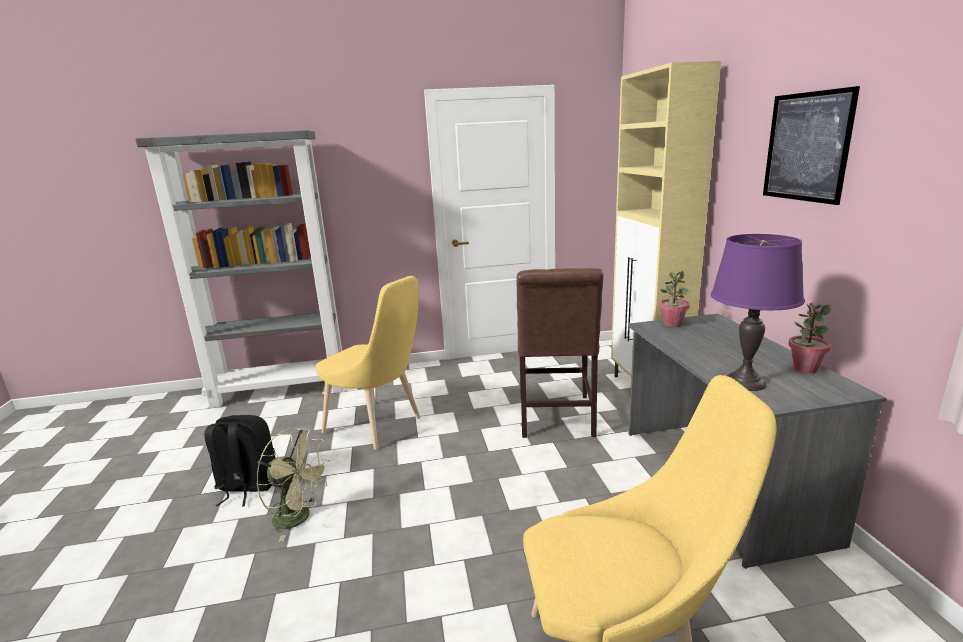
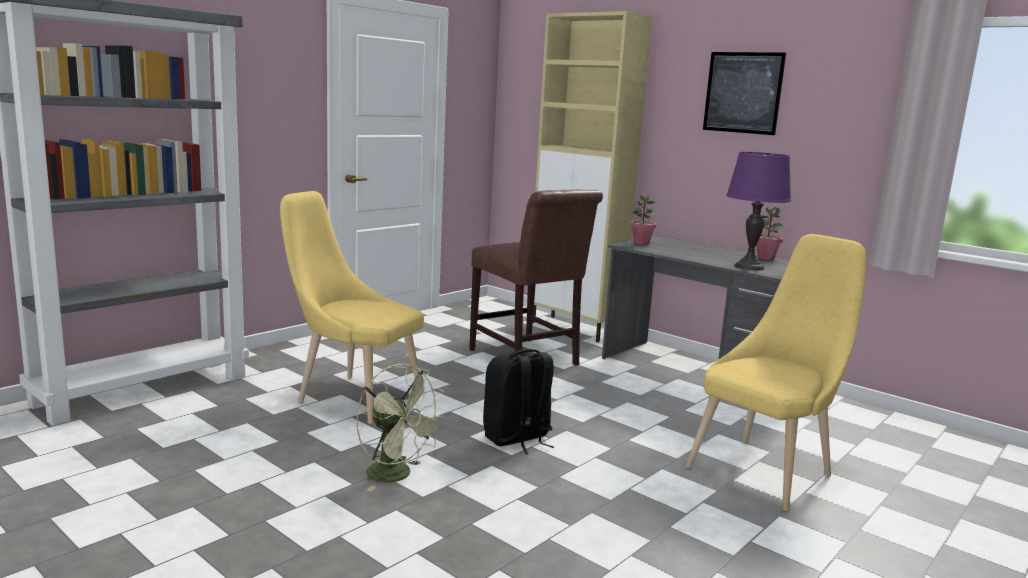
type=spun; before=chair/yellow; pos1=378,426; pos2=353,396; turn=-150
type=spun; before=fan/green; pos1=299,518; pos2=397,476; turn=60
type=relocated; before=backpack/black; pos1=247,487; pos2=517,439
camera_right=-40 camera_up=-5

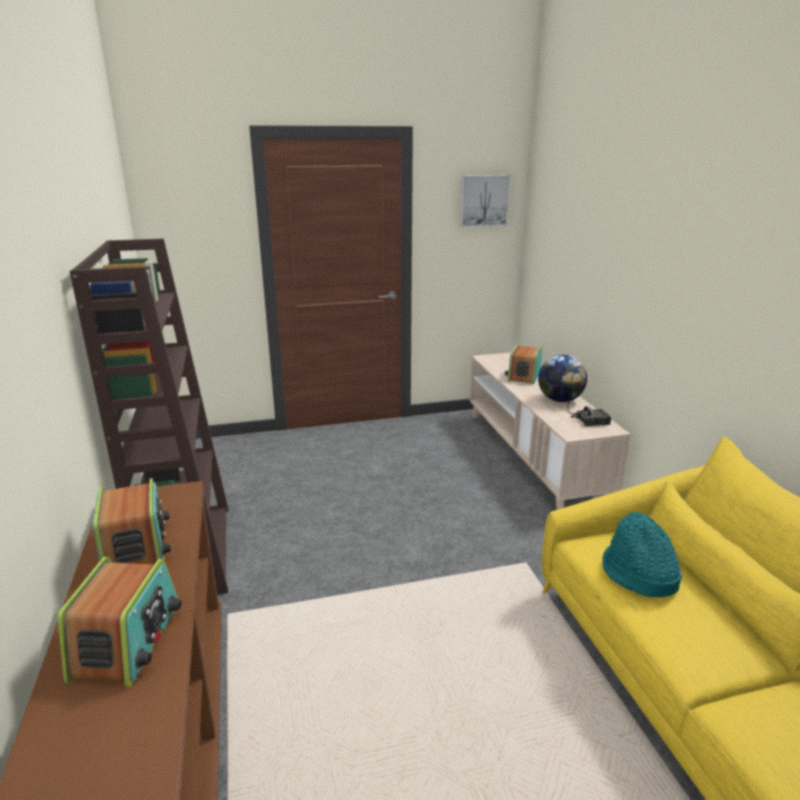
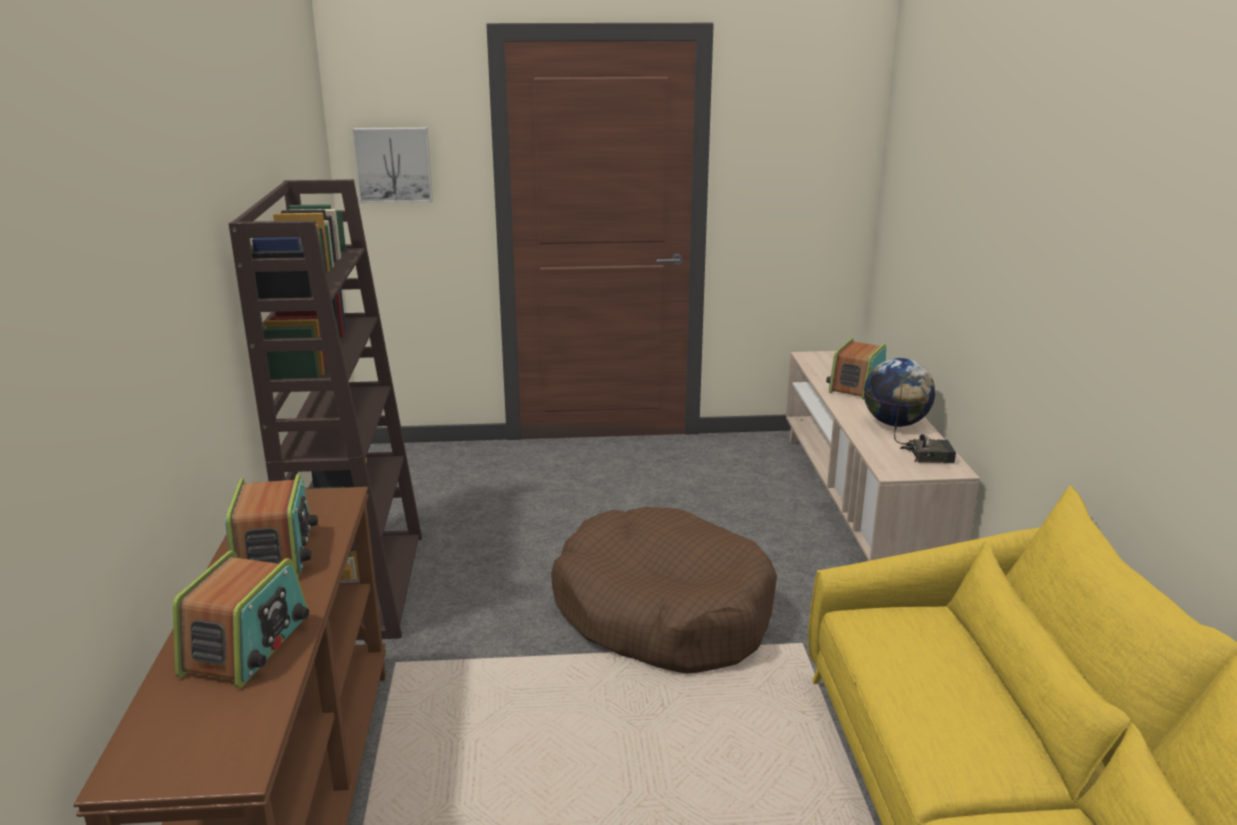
type=relocated; before=picture; pos1=483,200; pos2=393,164
type=appeared; after=dog bed/brown; pos2=662,612
type=missing; before=hat/turquoise; pos1=637,575
camera_right=10 camera_up=0

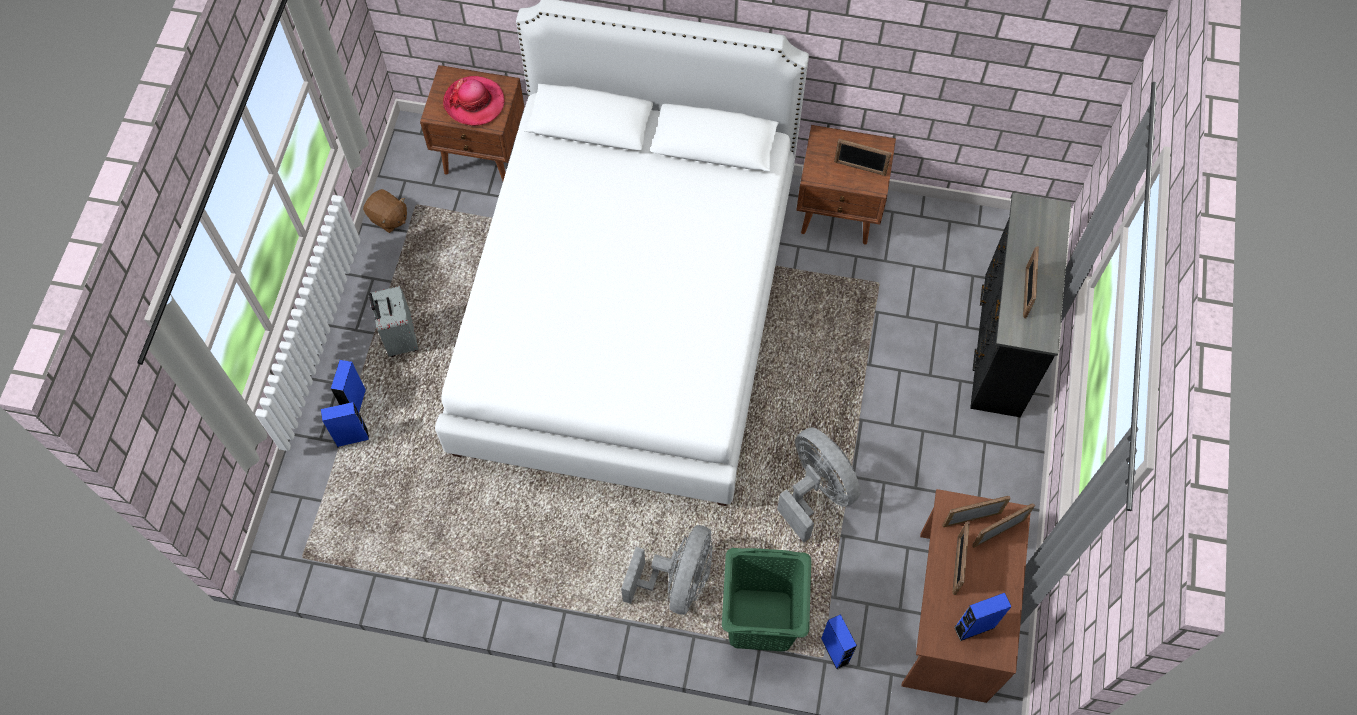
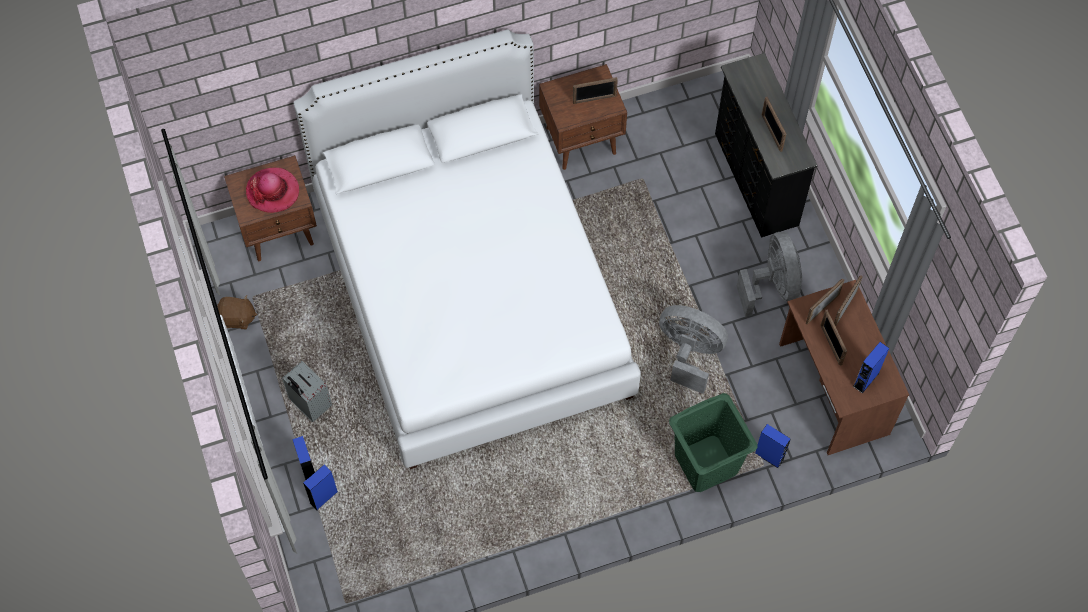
type=relocated; before=fan/grey; pos1=678,582; pos2=772,286
camera_right=-30 camera_up=0

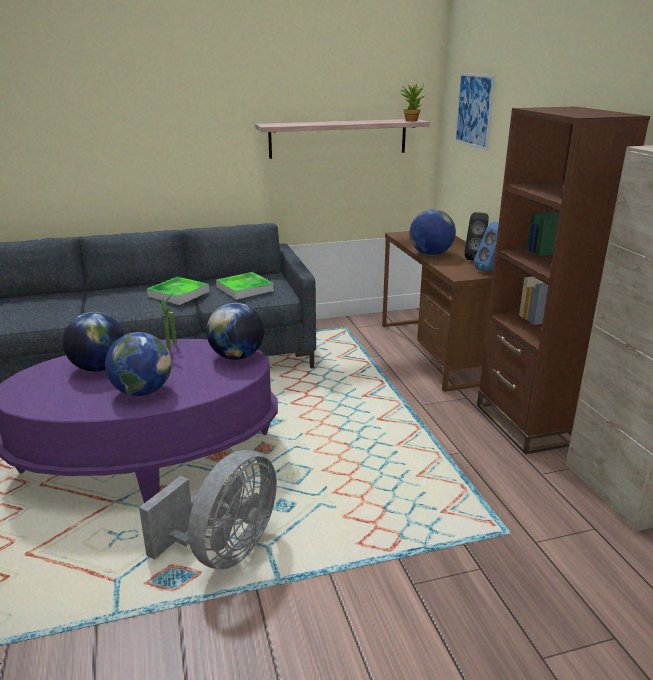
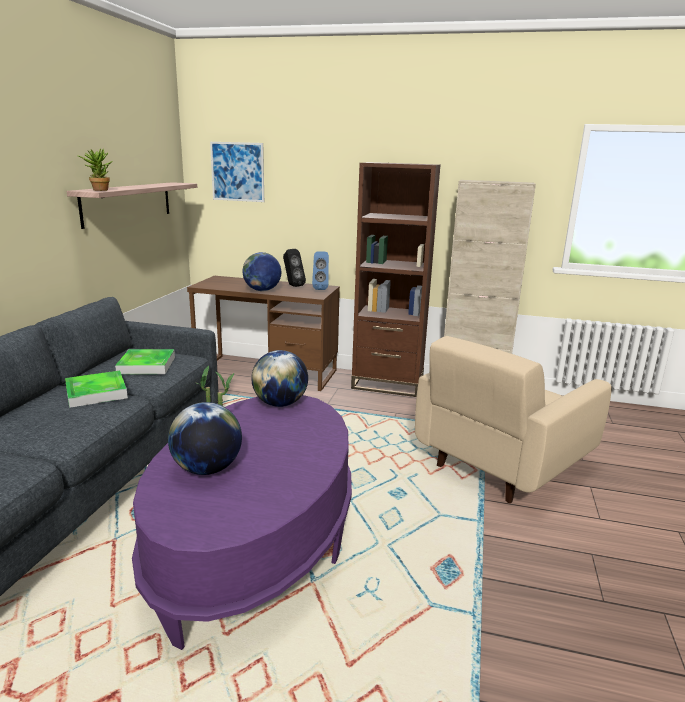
type=relocated; before=potted plant; pos1=411,120; pos2=99,190
type=appeared; after=armchair/beige; pos2=500,464
type=missing; before=globe; pos1=142,391
type=missing; before=fan/grey; pos1=224,551
camera_right=-60 camera_up=-5

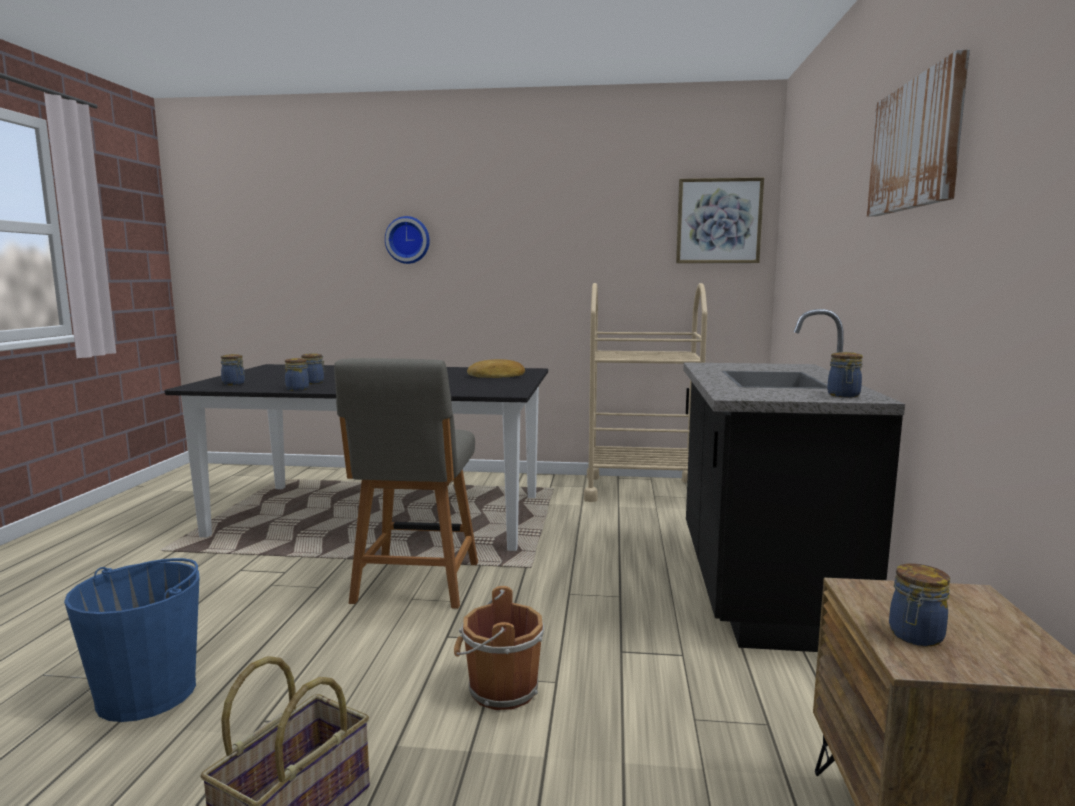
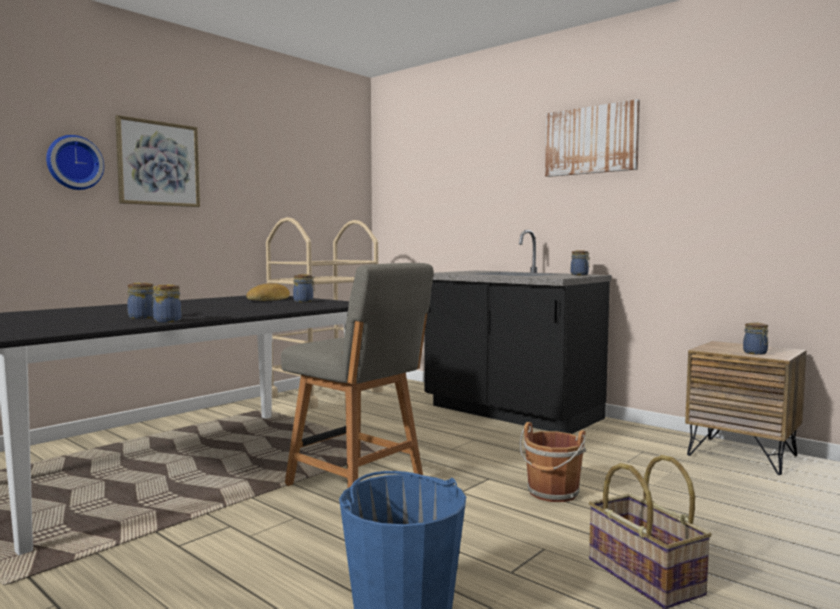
type=relocated; before=picture; pos1=718,221; pos2=158,164
type=relocated; before=jar; pos1=234,384; pos2=304,301
camera_right=-55 camera_up=-5

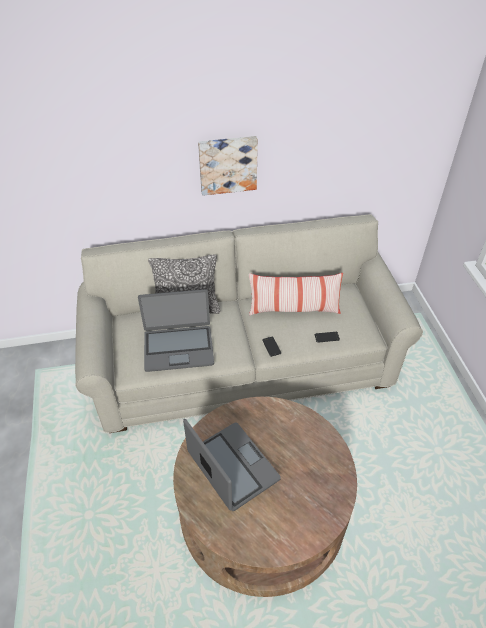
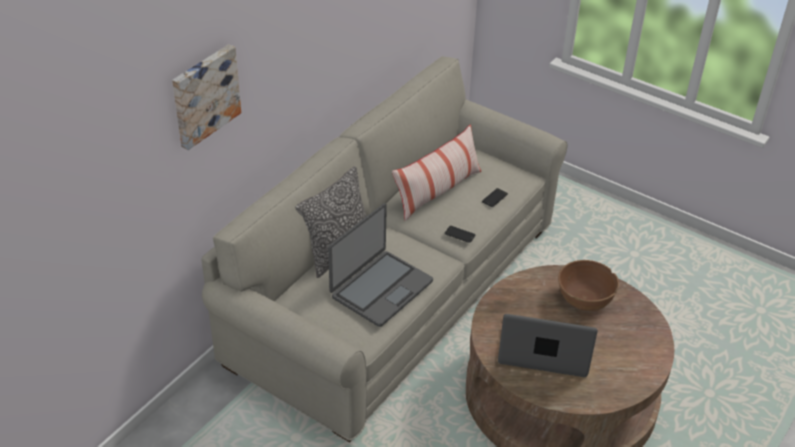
type=relocated; before=picture; pos1=227,164; pos2=204,95
type=appeared; after=bowl/brown; pos2=584,299
camera_right=-45 camera_up=-5

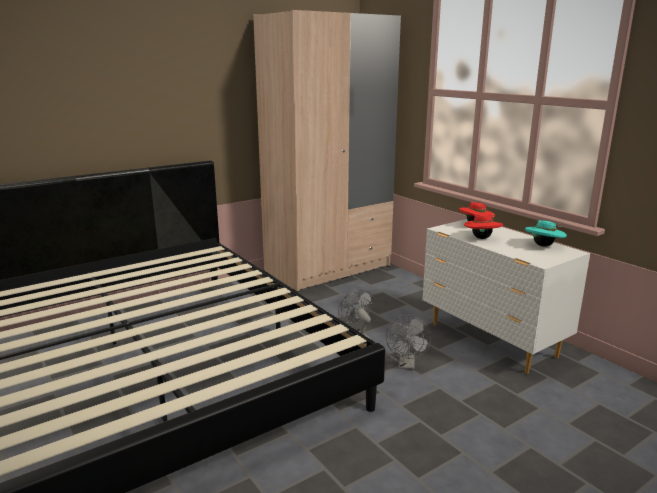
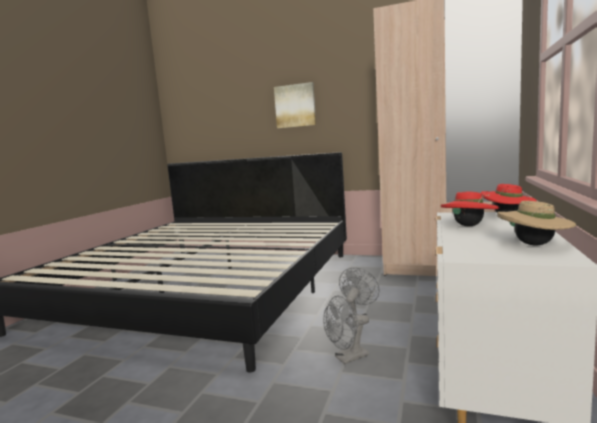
type=appeared; after=picture; pos2=295,106
type=colour; before=hat/turquoise; after=hat/beige; pos1=543,246; pos2=534,245
camera_right=55 camera_up=-10

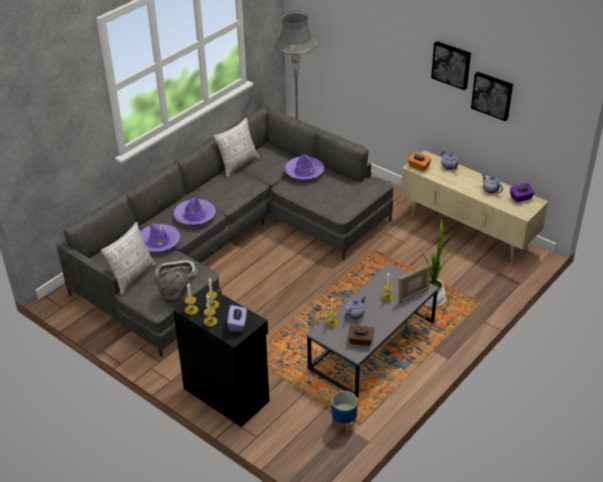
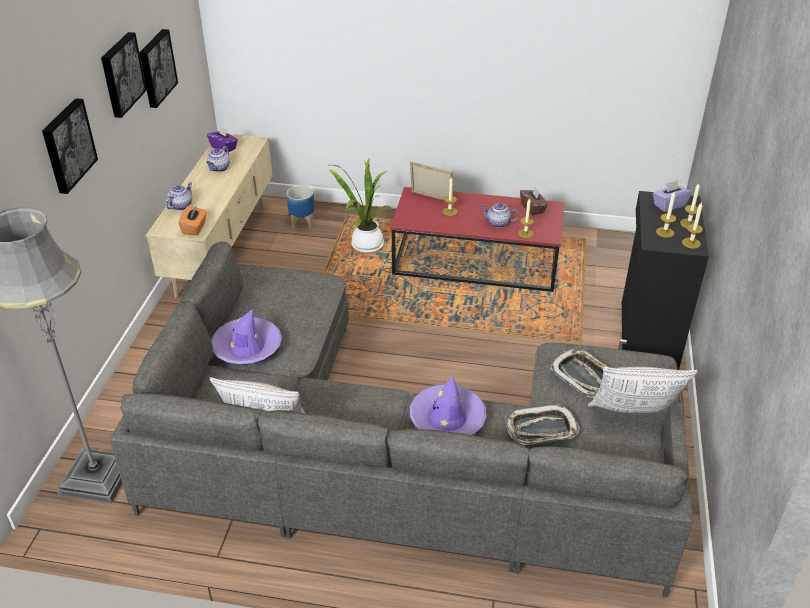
type=appeared; after=picture; pos2=67,145
type=relocated; before=planter; pos1=344,423; pos2=302,222
type=colour; before=coffee table/grey; after=coffee table/red; pos1=372,345; pos2=476,262
type=exchanged; before=hat/purple; after=tray; pos1=158,242; pos2=541,429
type=missing; before=hat/grey; pos1=175,296
camera_right=-120 camera_up=0

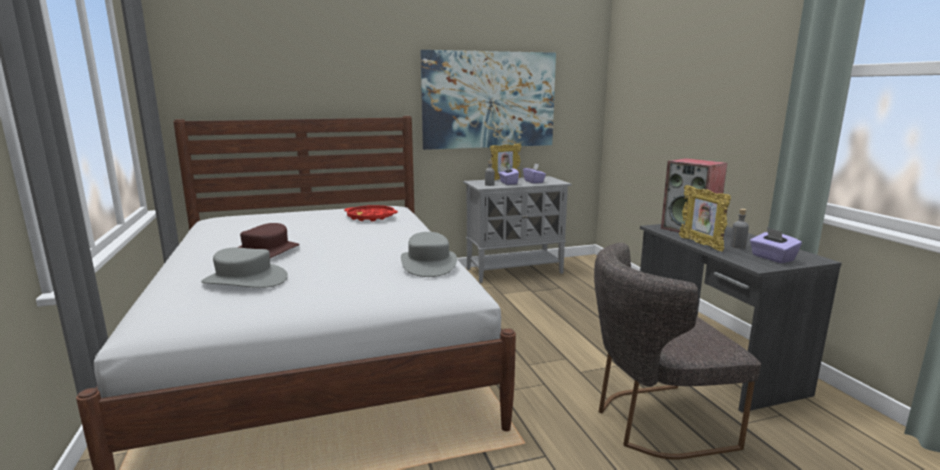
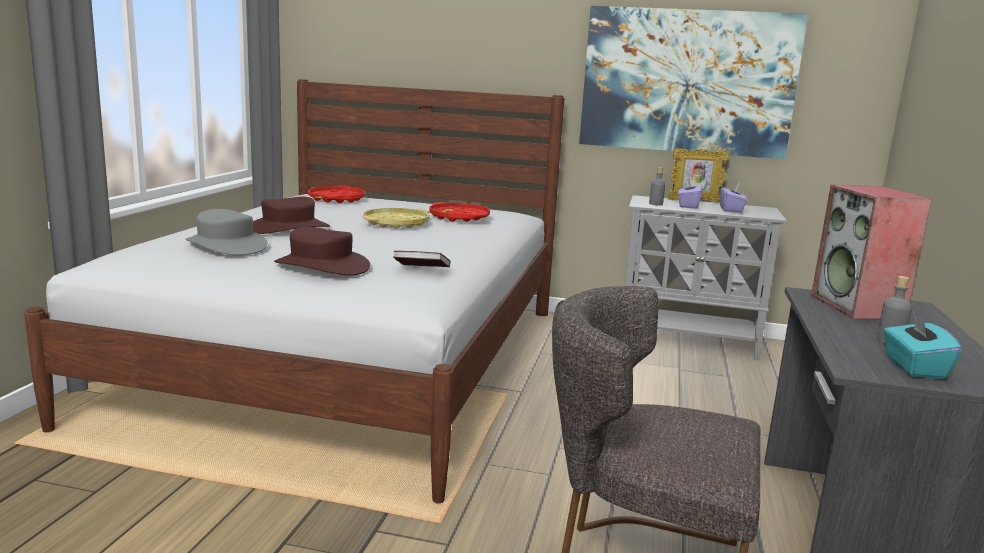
type=appeared; after=hat/brown; pos2=321,266
type=appeared; after=tray/red; pos2=336,199
type=appeared; after=tray/yellow; pos2=396,223
type=exchanged; before=hat/grey; after=book; pos1=428,264; pos2=421,270
type=colour; before=tissue box/purple; after=tissue box/turquoise; pos1=772,258; pos2=913,367
type=missing; before=picture frame; pos1=700,244
camera_right=30 camera_up=0

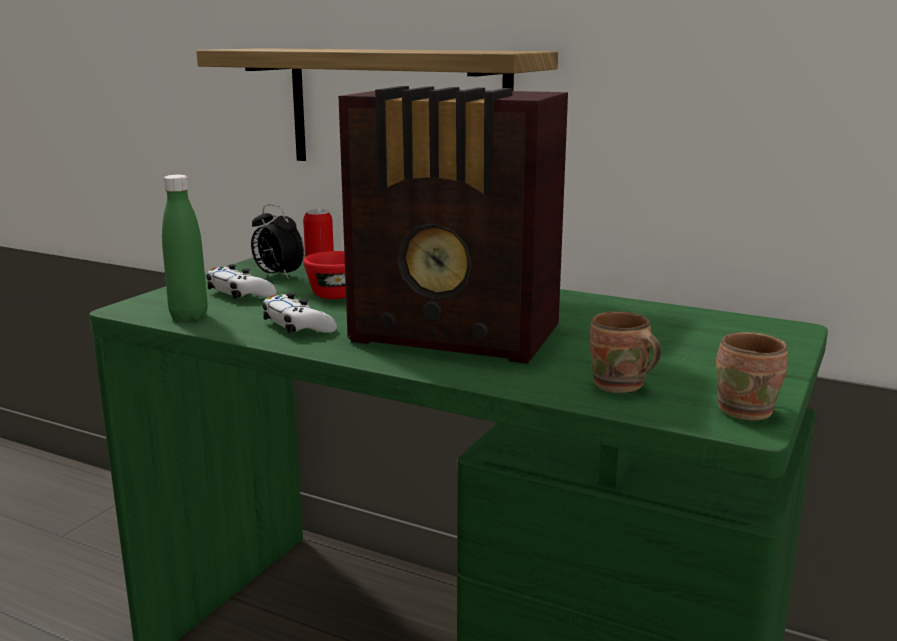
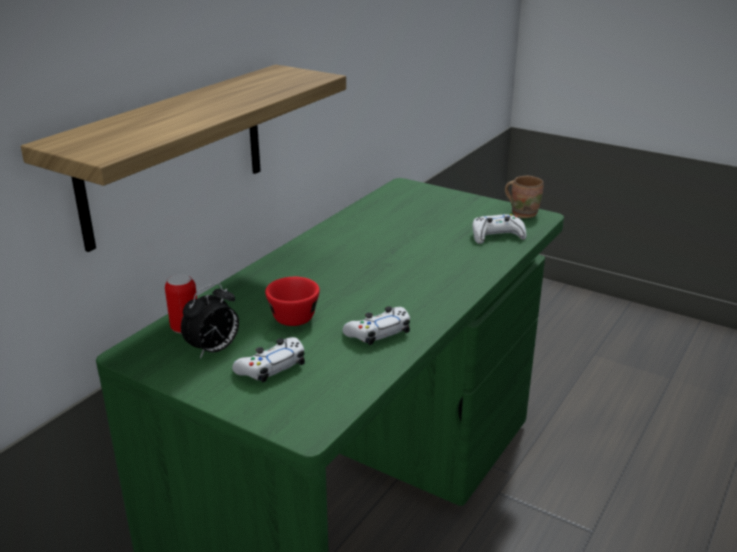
type=exchanged; before=mug/brown; after=game controller/white; pos1=619,387; pos2=497,236
type=missing; before=bottle/green; pos1=189,316
type=missing; before=radio; pos1=458,336
camera_right=-85 camera_up=10

